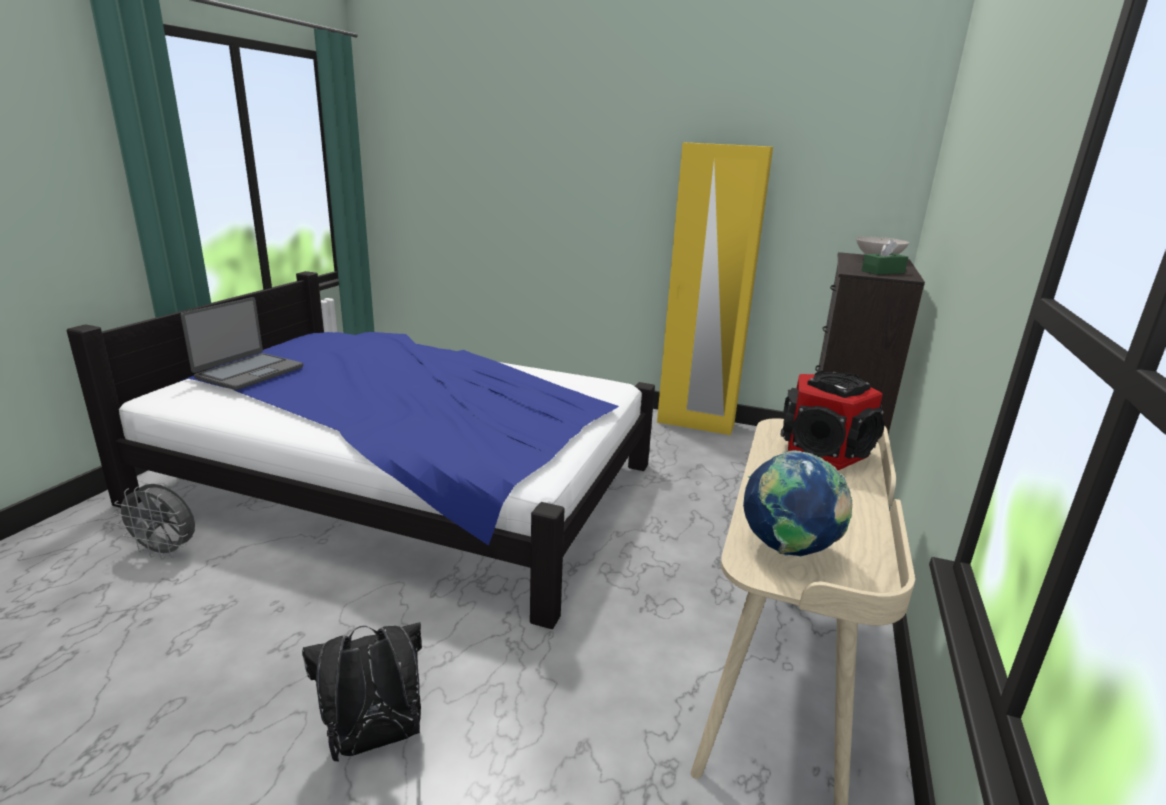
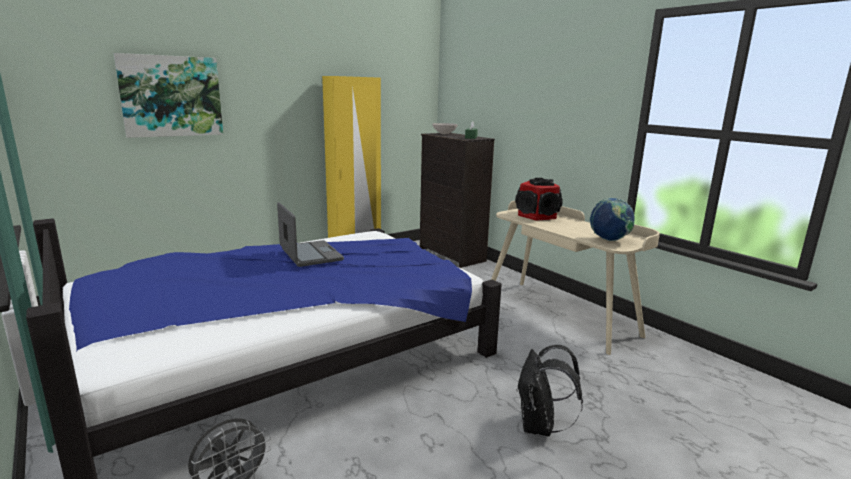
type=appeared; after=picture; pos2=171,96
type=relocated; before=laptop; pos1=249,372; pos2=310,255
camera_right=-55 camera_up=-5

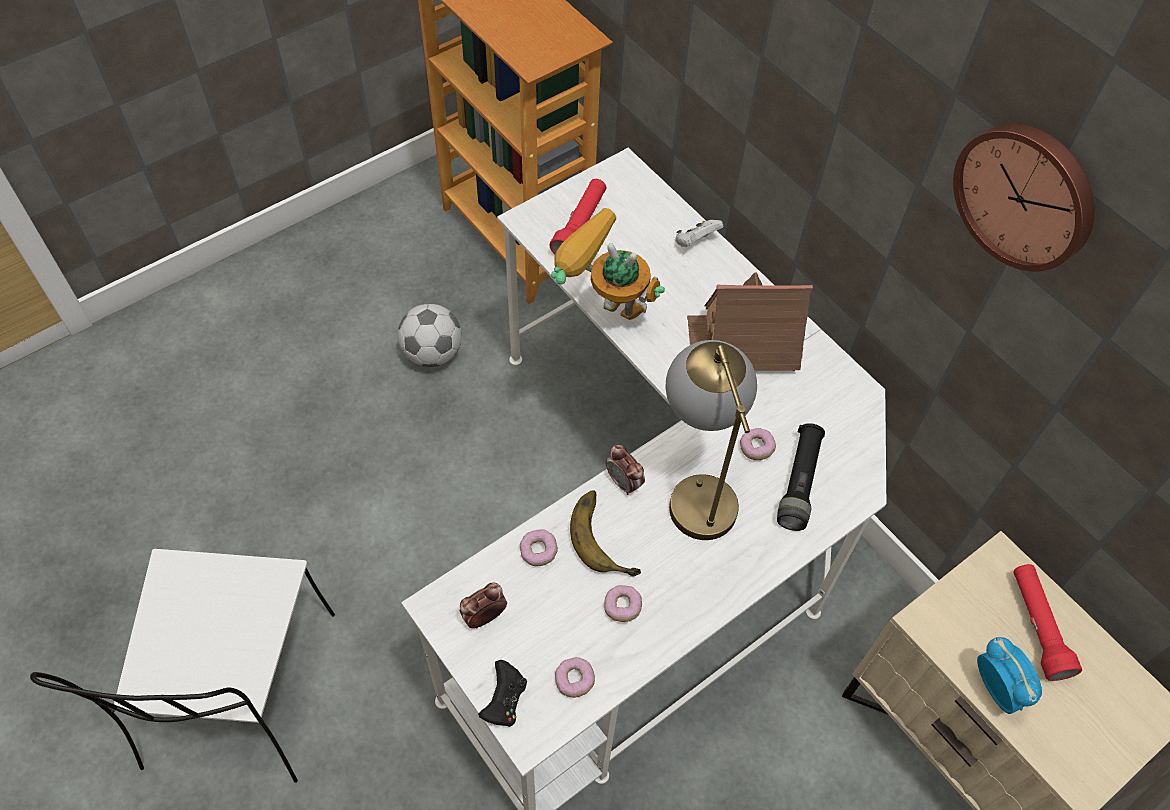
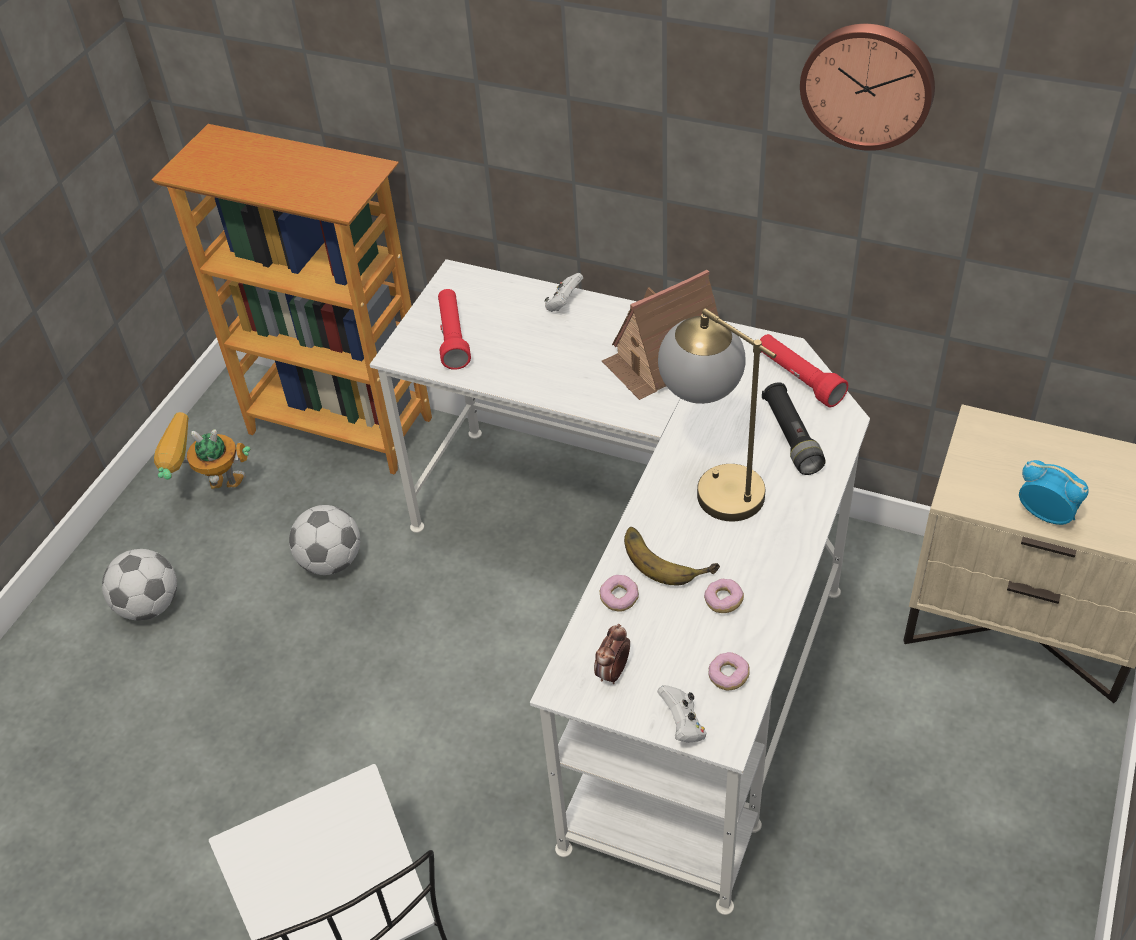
type=appeared; after=football; pos2=149,605
type=relocated; before=toy robot; pos1=602,309; pos2=211,491
type=colour; before=game controller/black; after=game controller/white; pos1=504,701; pos2=683,725
type=relocated; before=flashlight/red; pos1=1037,626; pos2=798,379
type=missing; before=alarm clock; pos1=624,482
type=missing; before=donut; pos1=756,448
camera_right=-25 camera_up=-10

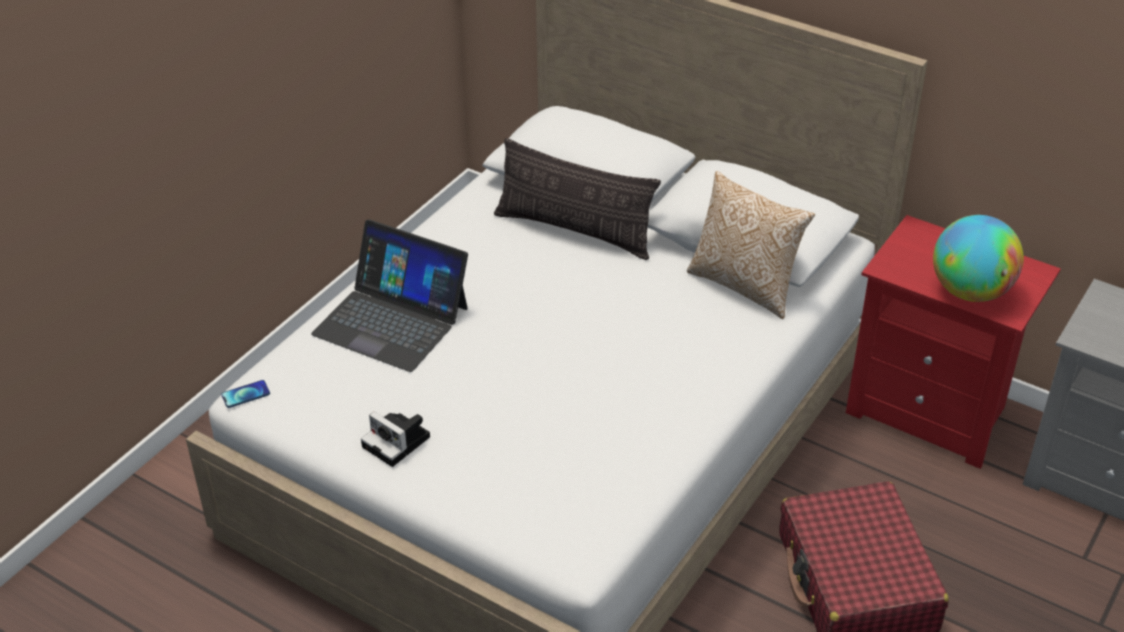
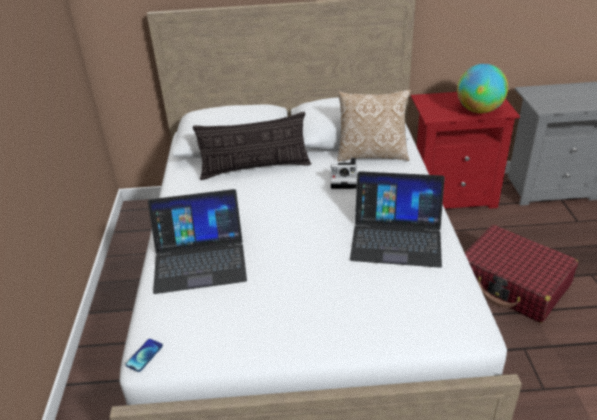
type=relocated; before=photo camera; pos1=398,442; pos2=345,179
type=appeared; after=laptop; pos2=396,237
camera_right=-35 camera_up=-5

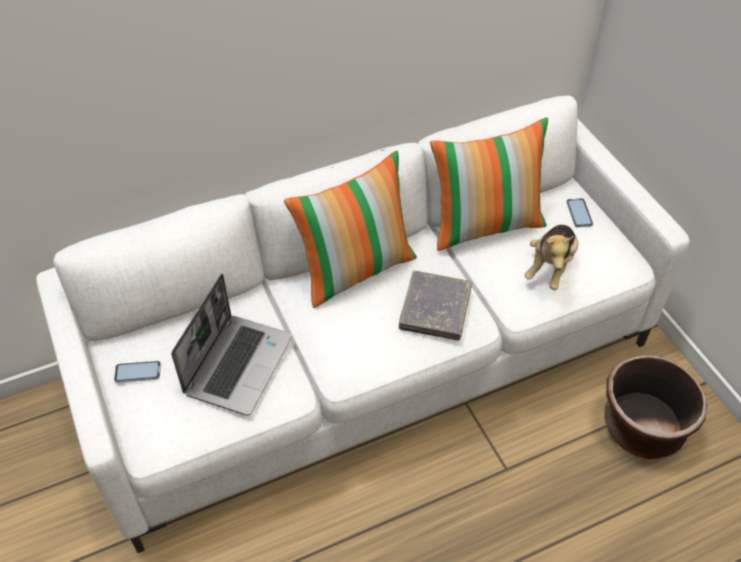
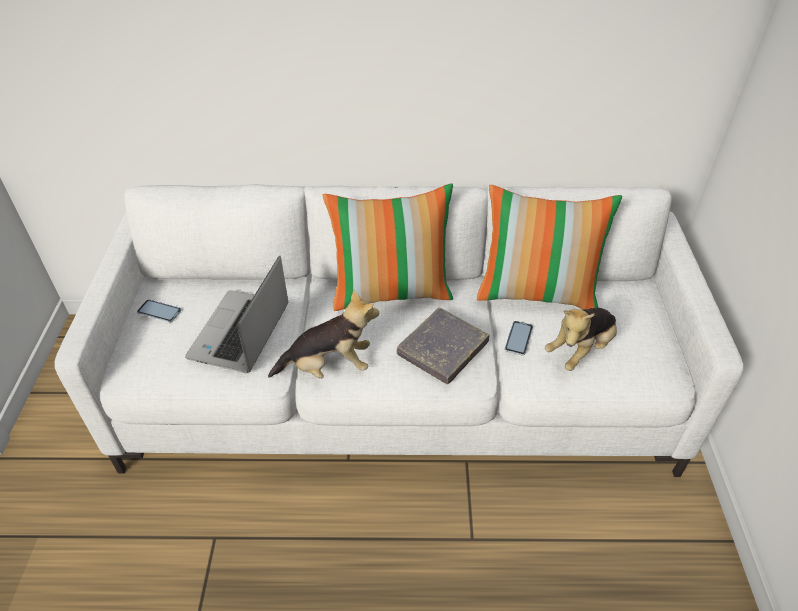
type=spun; before=laptop; pos1=238,364; pos2=240,333; turn=150
type=appeared; after=plush toy; pos2=329,366
type=relocated; before=phone; pos1=579,213; pos2=518,339
type=missing; before=planter/brown; pos1=641,428
camera_right=25 camera_up=-5

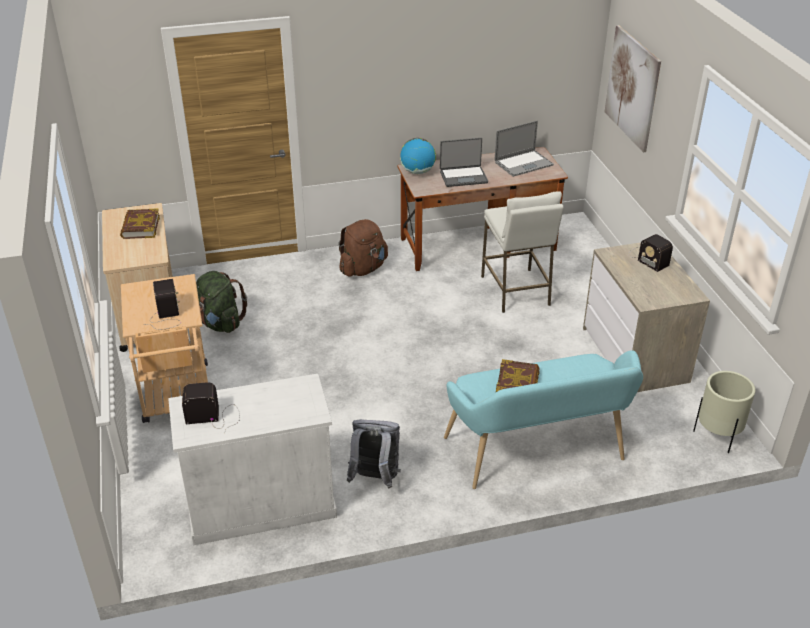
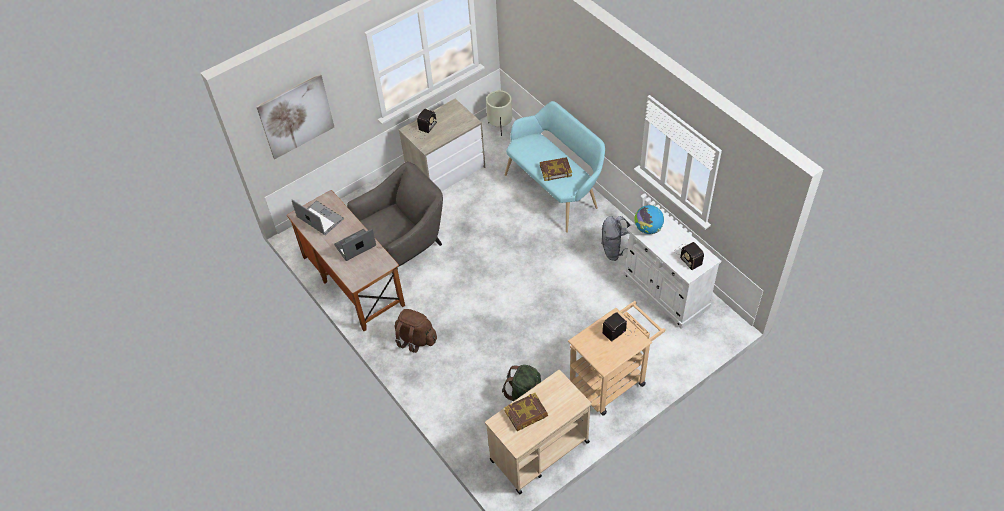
type=spun; before=laptop; pos1=463,177; pos2=355,246; turn=-90
type=exchanged; before=stool/white; after=armchair/grey; pos1=516,291; pos2=404,242
type=relocated; before=globe; pos1=417,172; pos2=648,229
camera_right=-110 camera_up=15

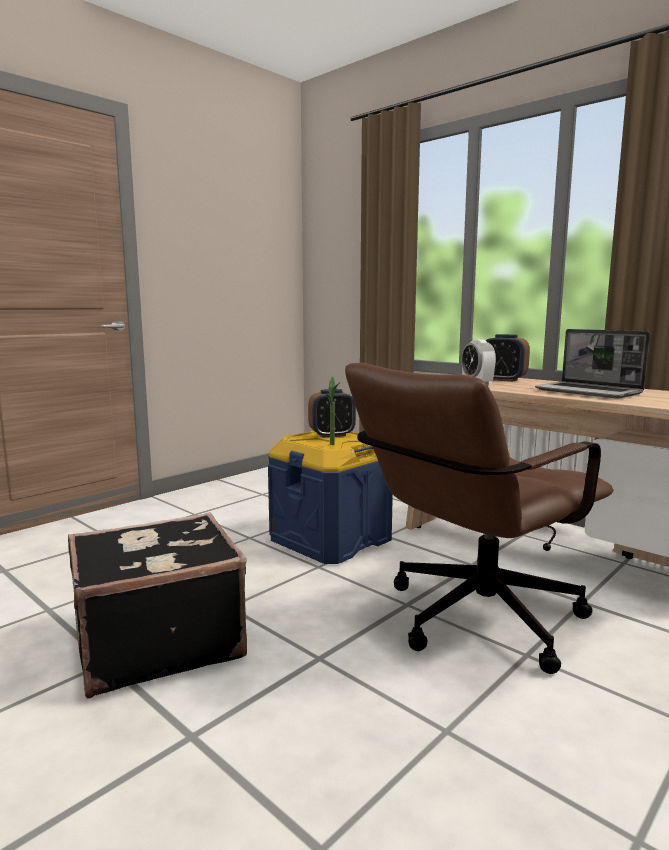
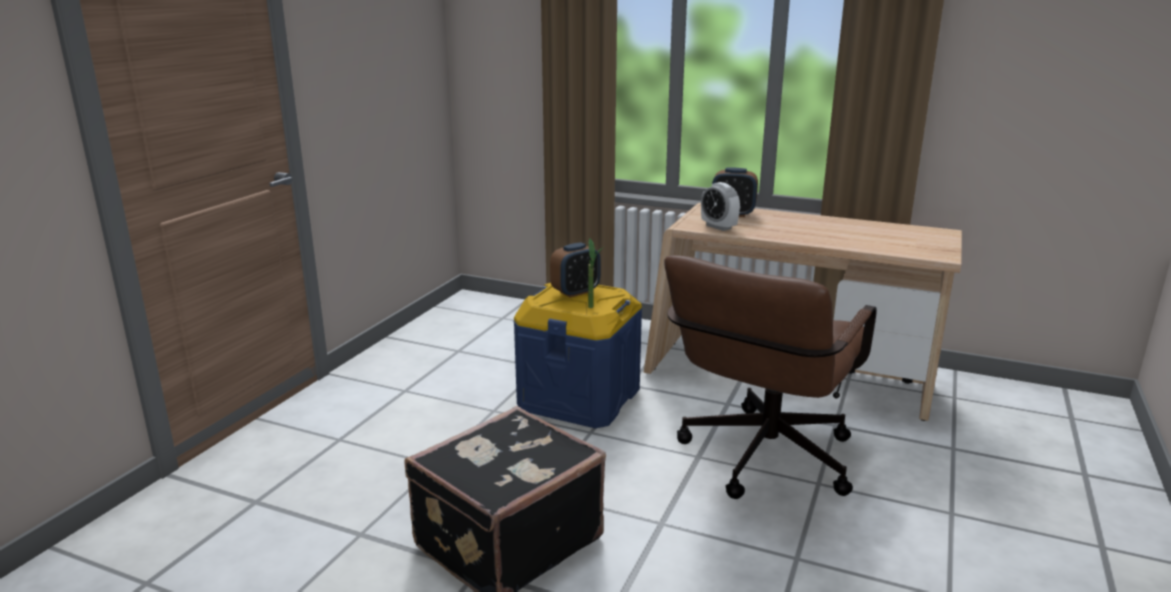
type=missing; before=laptop; pos1=589,392
camera_right=-20 camera_up=10

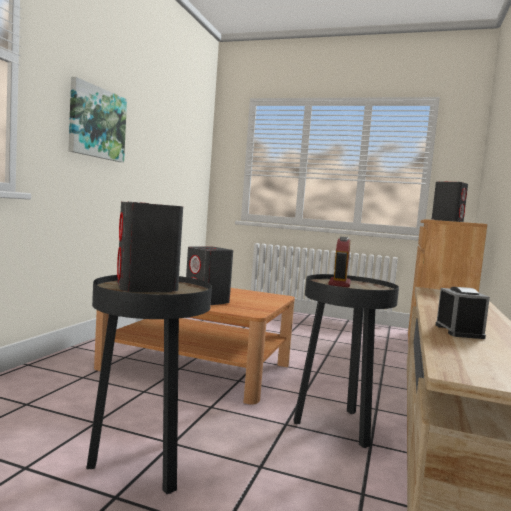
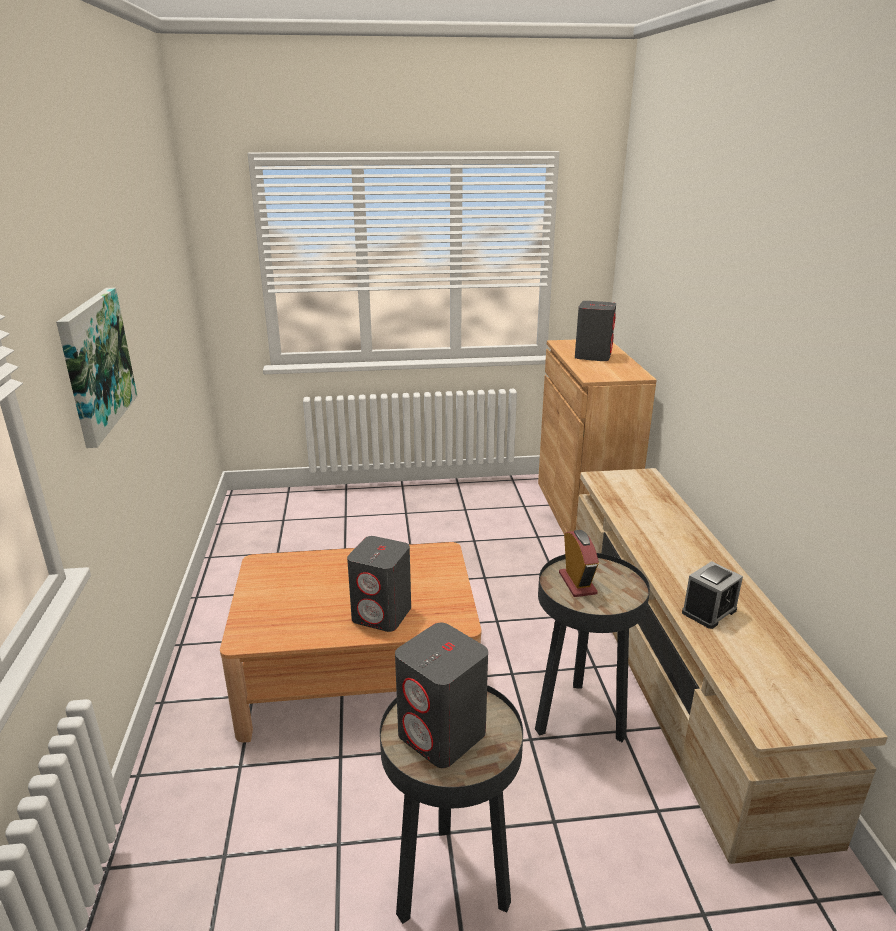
type=spun; before=alarm clock; pos1=459,331; pos2=709,611; turn=75
camera_right=-25 camera_up=20

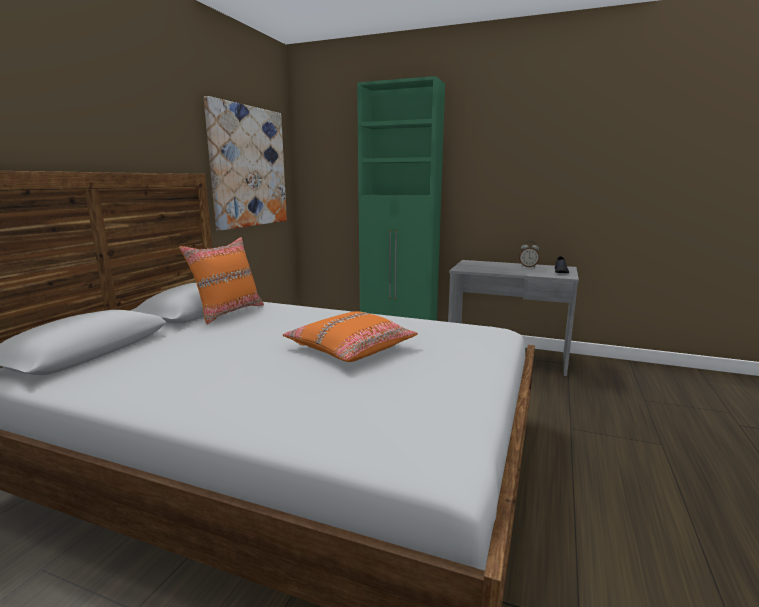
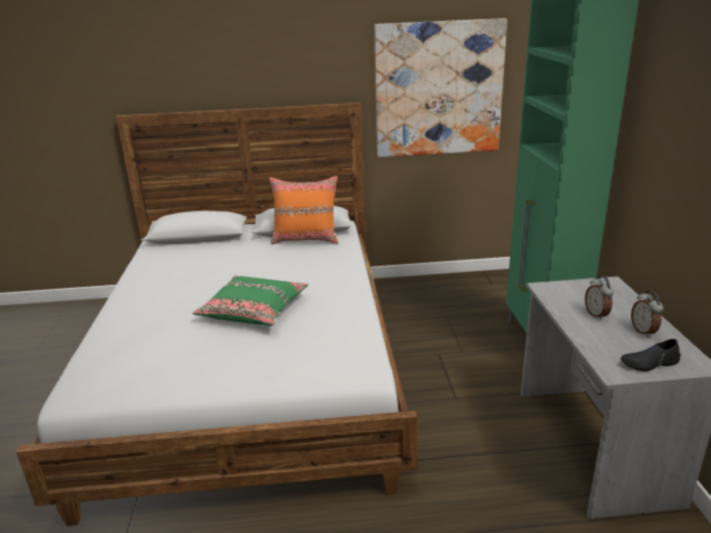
type=colour; before=pillow/orange; after=pillow/green; pos1=350,348; pos2=254,310
type=appeared; after=alarm clock; pos2=597,314
camera_right=65 camera_up=10

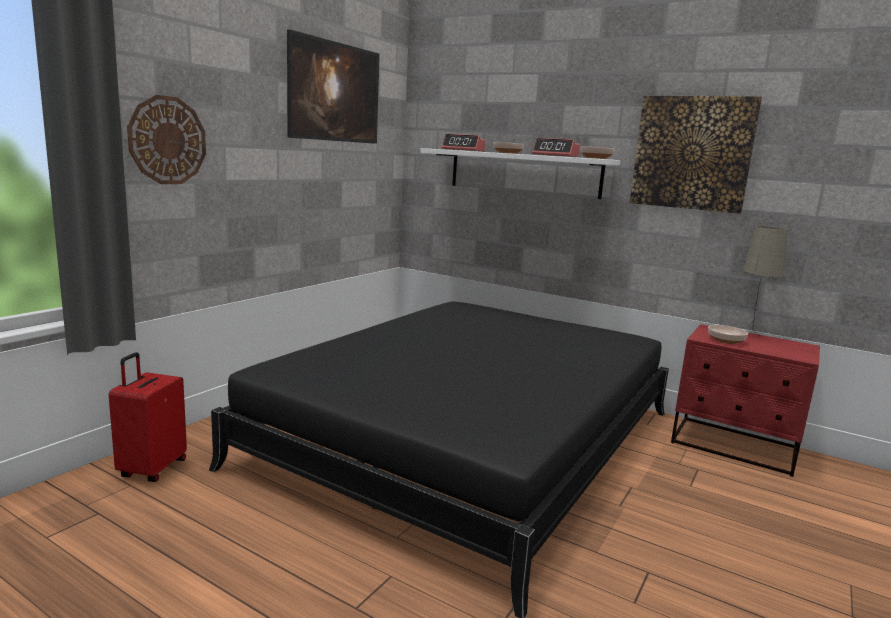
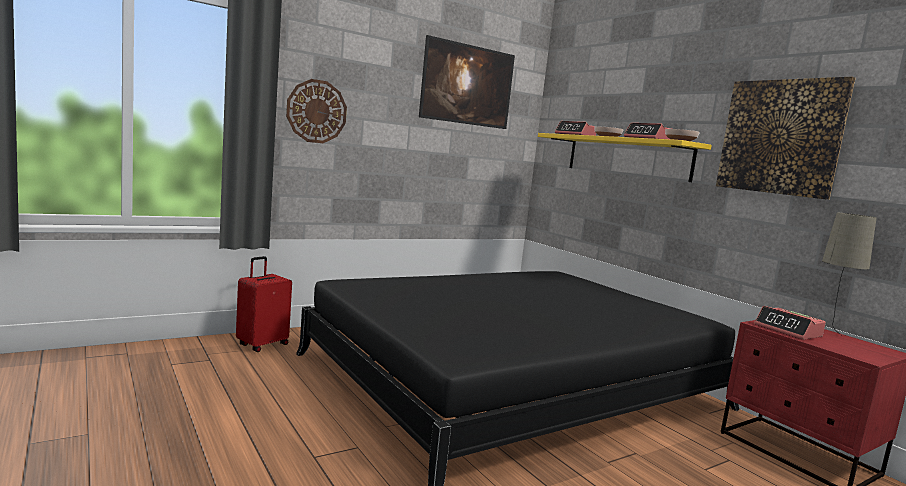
type=colour; before=shelf/white; after=shelf/yellow; pos1=523,173; pos2=627,157
type=exchanged; before=bowl; after=alarm clock; pos1=726,340; pos2=788,331
camera_right=25 camera_up=-5

